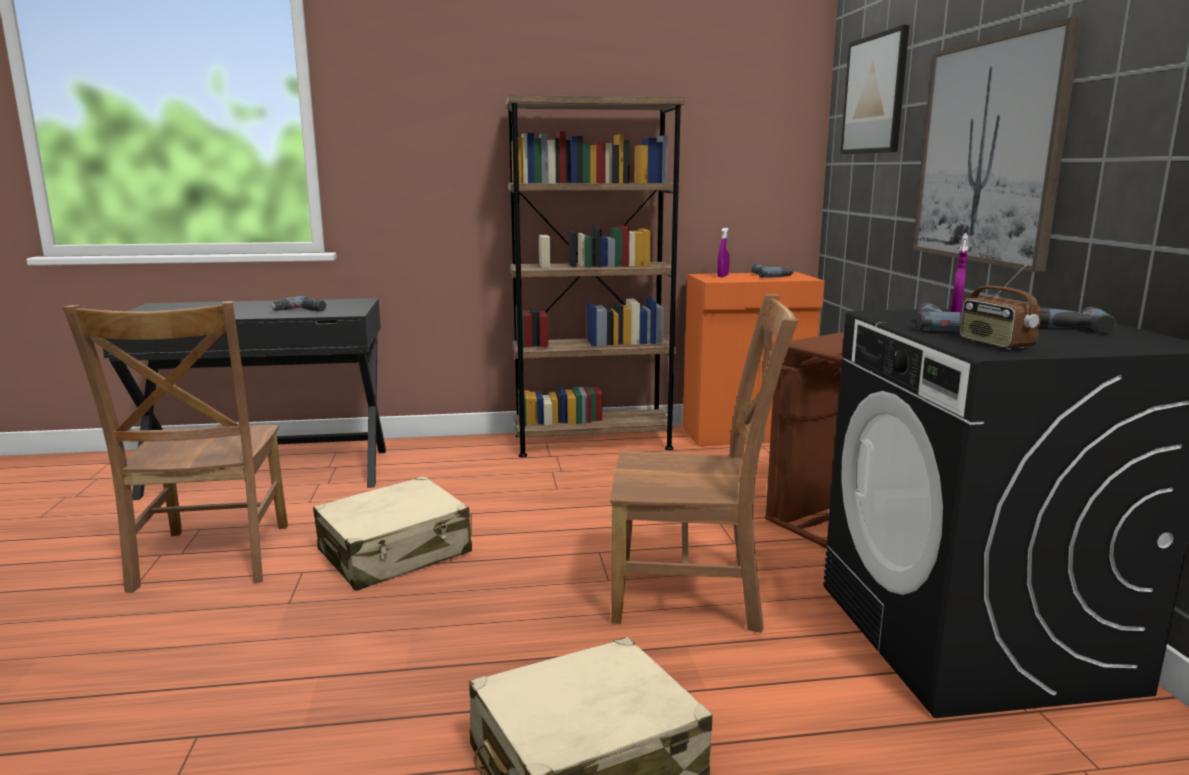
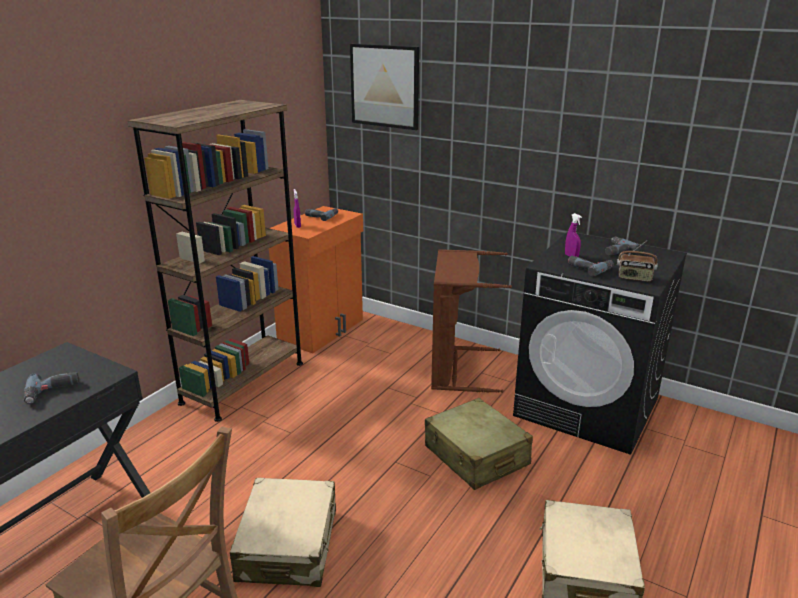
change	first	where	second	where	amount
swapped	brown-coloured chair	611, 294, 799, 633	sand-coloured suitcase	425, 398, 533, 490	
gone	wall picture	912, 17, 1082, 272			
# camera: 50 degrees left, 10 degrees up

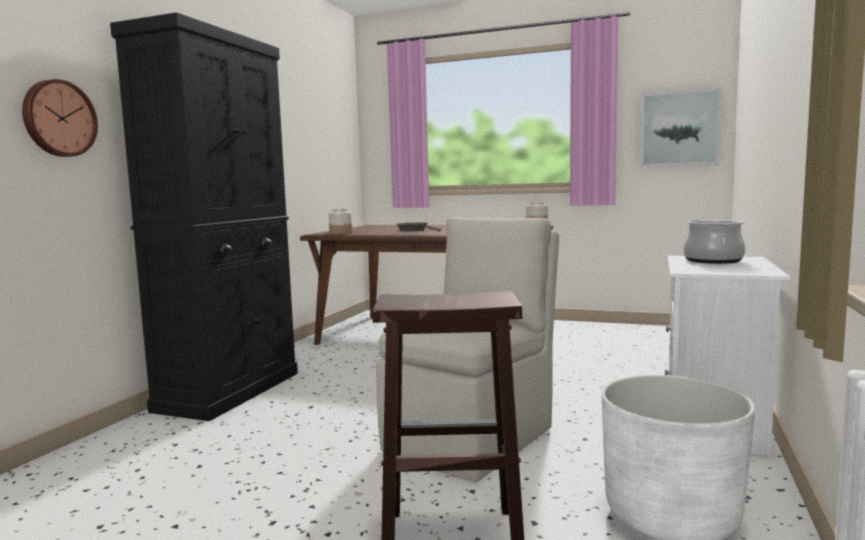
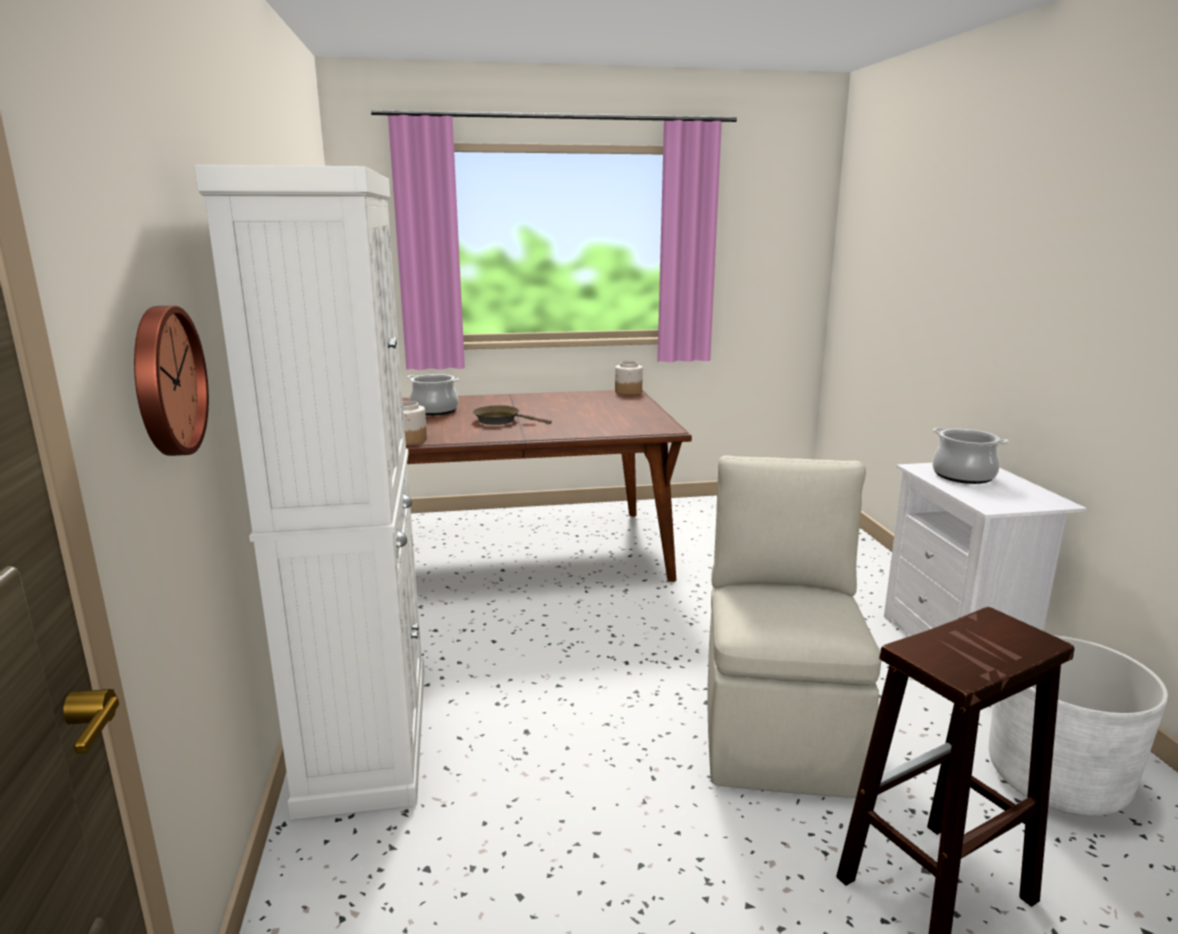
change	first	where	second	where	amount
repainted	black-coloured cupboard	110, 12, 298, 421	white-coloured cupboard	194, 165, 424, 820	
gone	wall picture	640, 88, 721, 167			
new			saucepot	407, 374, 459, 416	
# camera: 30 degrees left, 10 degrees up

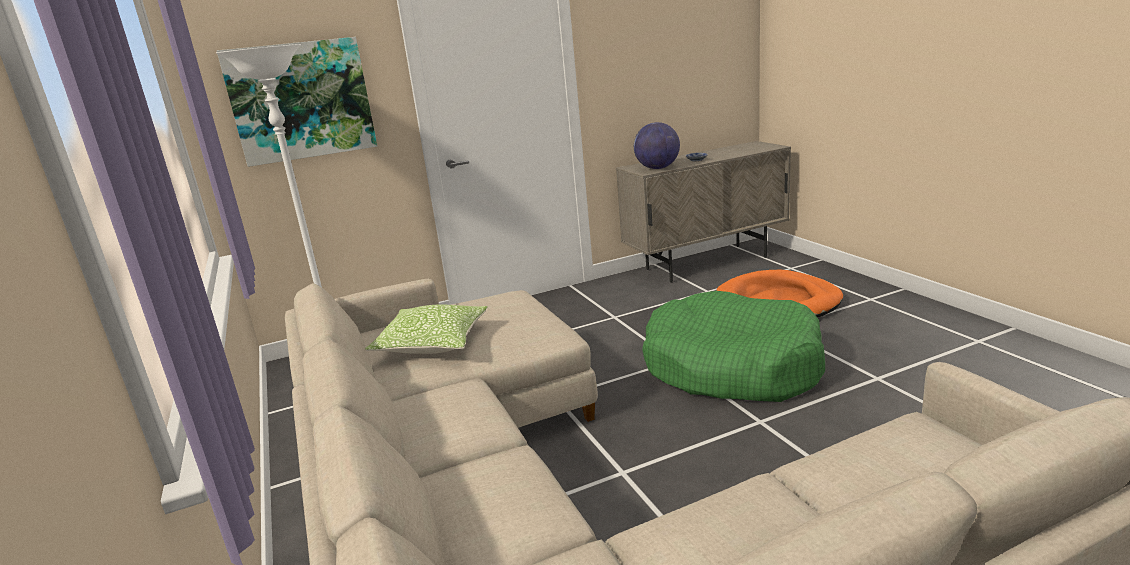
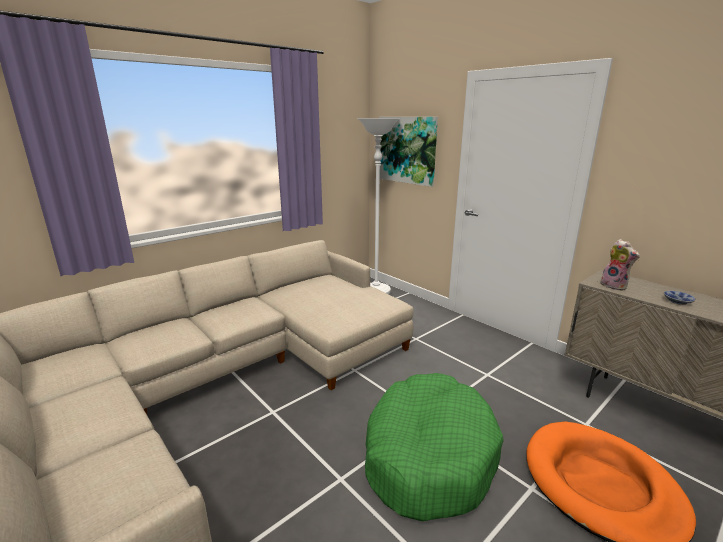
change	first	where	second	where	amount
gone	cushion	365, 305, 488, 354			
swapped	world globe	634, 122, 680, 169	cuddly toy	600, 239, 640, 290	
# camera: 70 degrees right, 0 degrees up

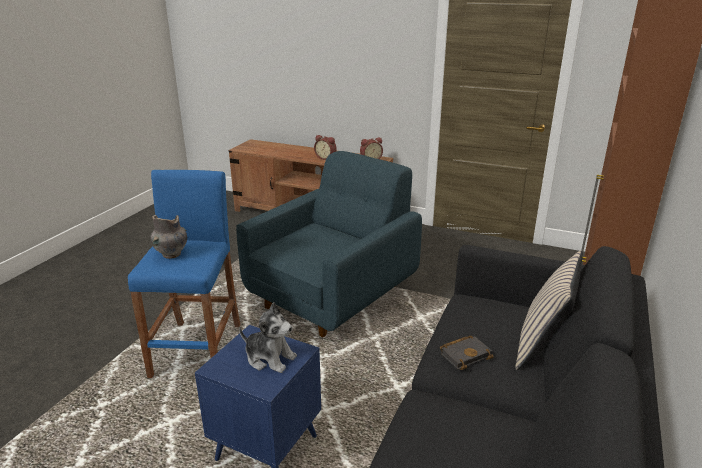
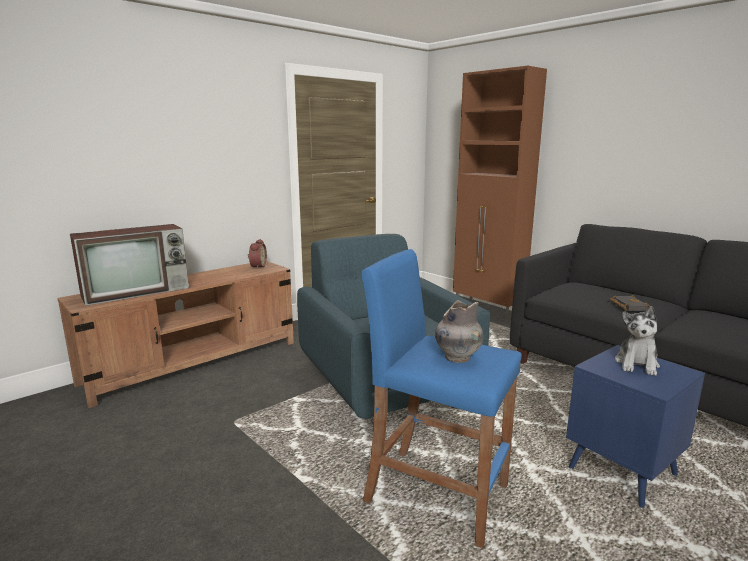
change	first	where	second	where	amount
rotated	cuddly toy	239, 302, 297, 373		615, 306, 660, 376	150 degrees clockwise
gone	table clock	314, 135, 337, 160			
gone	sand-coloured cushion	516, 250, 583, 370			
new			television	70, 224, 189, 306	
# camera: 65 degrees left, 10 degrees down

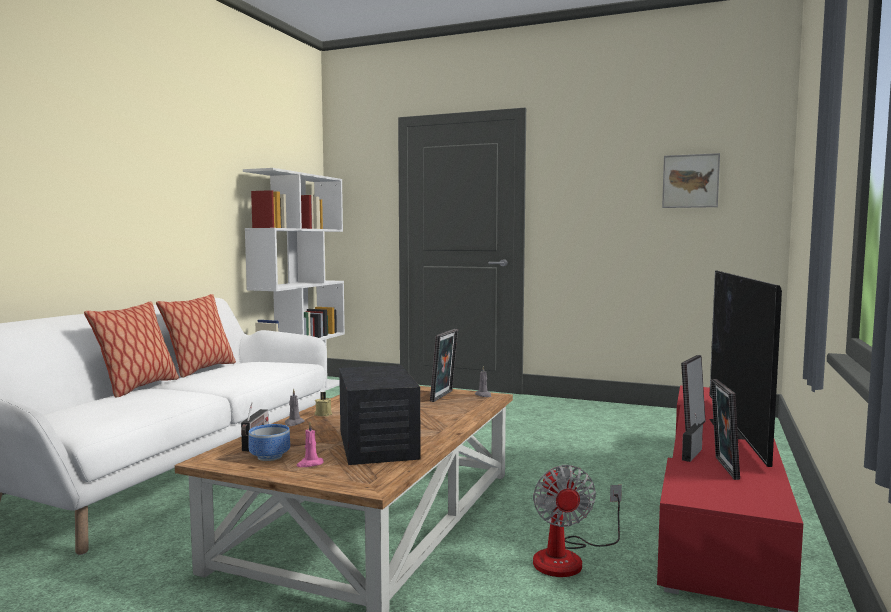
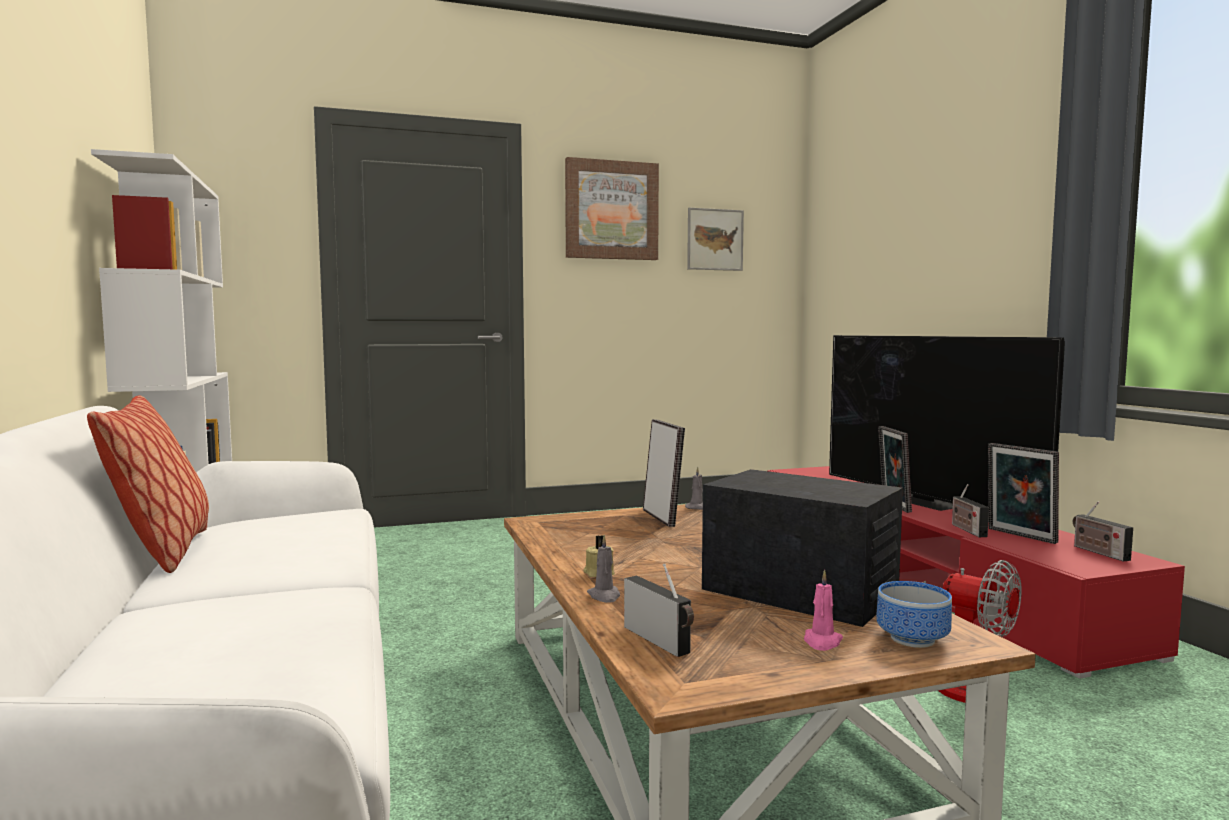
change	first	where	second	where	amount
gone	cushion	84, 301, 179, 398			
shifted	bowl	249, 424, 290, 461		876, 581, 952, 648	
new			wall picture	565, 157, 659, 260	
new			radio	1073, 502, 1133, 562	
# camera: 40 degrees left, 0 degrees up

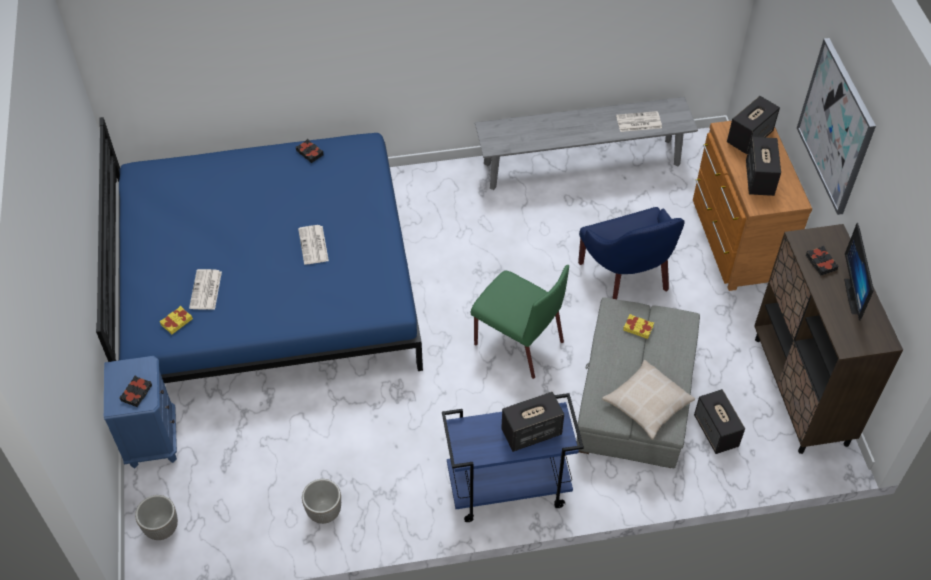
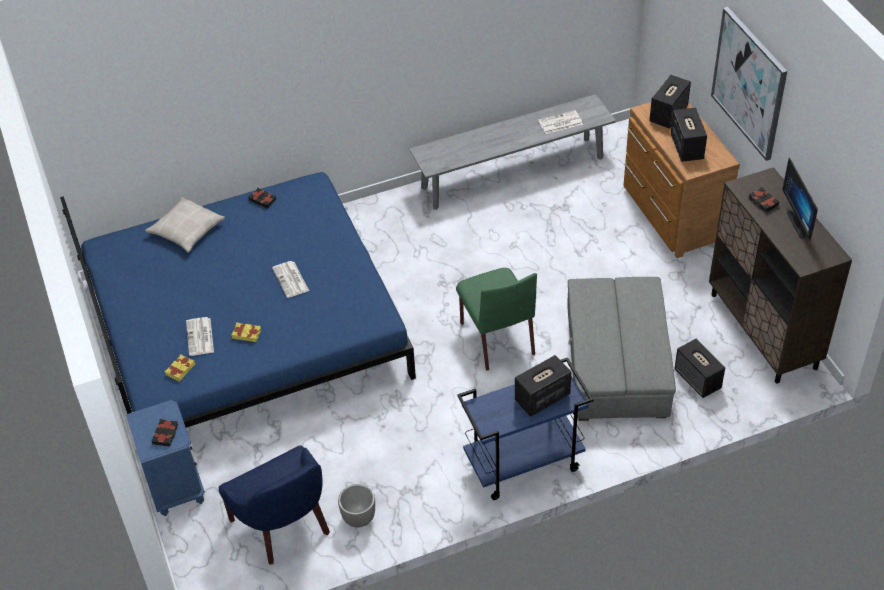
change	first	where	second	where	amount
gone	plant pot	135, 495, 178, 540			
rotated	green chair	471, 265, 569, 379		456, 268, 537, 371	45 degrees clockwise
shifted	blue lounge chair	578, 207, 684, 299		219, 445, 330, 564	
shifted	sand-coloured cushion	602, 360, 695, 440		145, 197, 225, 253	
shifted	yellow-coloured bound book	623, 314, 654, 339		231, 322, 261, 342	
# camera: 10 degrees left, 5 degrees down

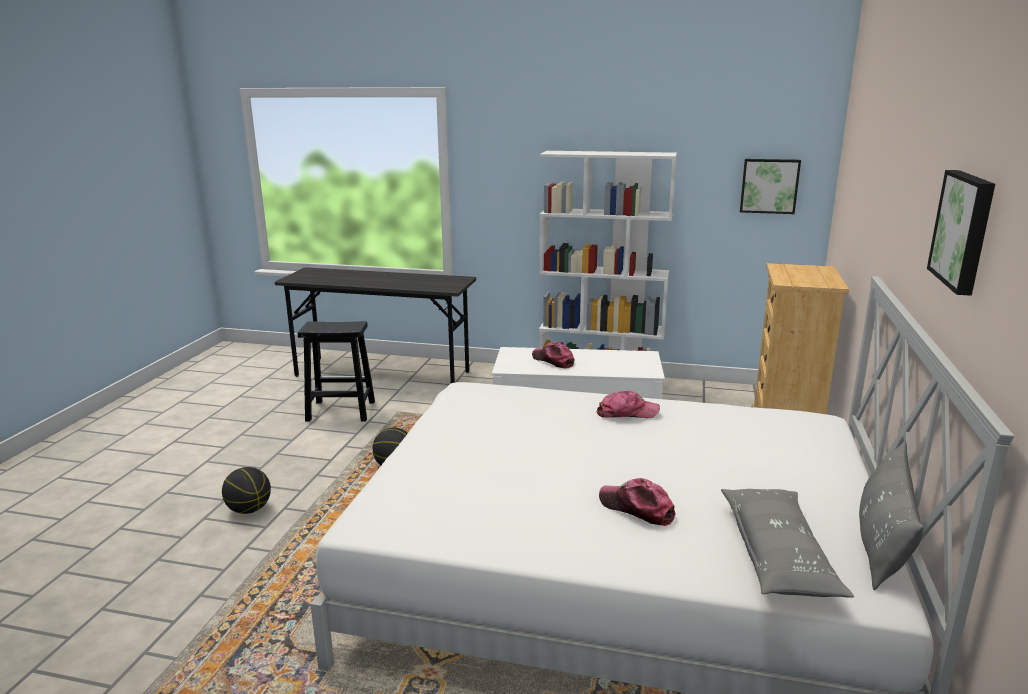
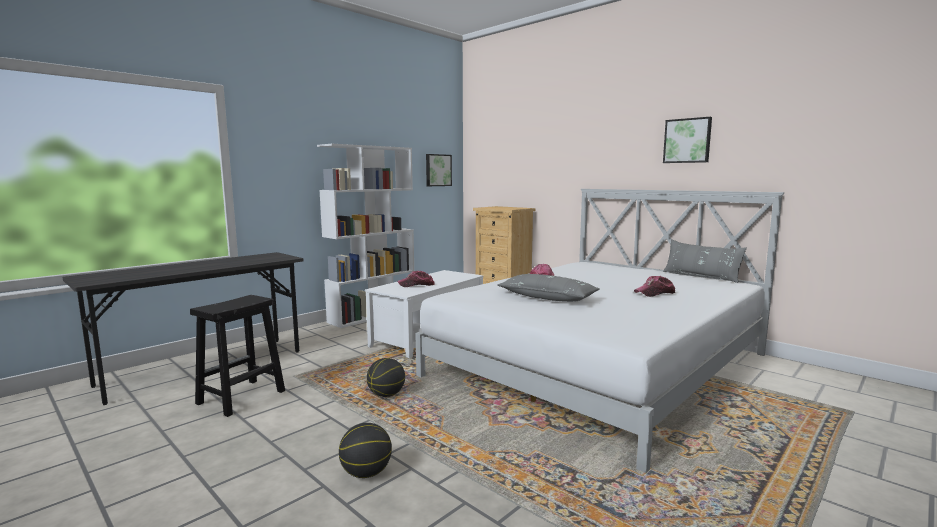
change	first	where	second	where	amount
shifted	gray cushion	721, 489, 854, 598		497, 274, 599, 302	
# camera: 60 degrees left, 10 degrees down

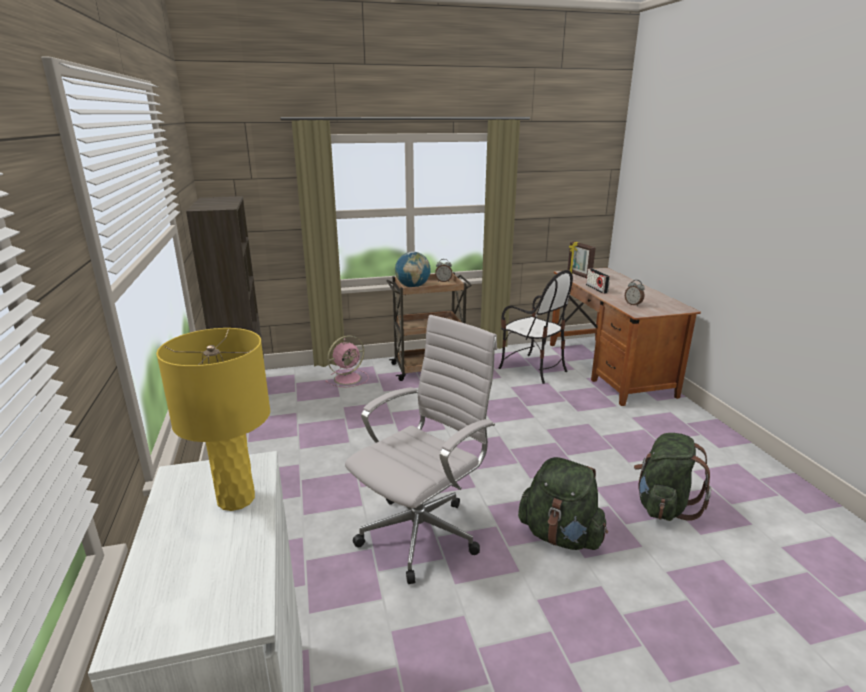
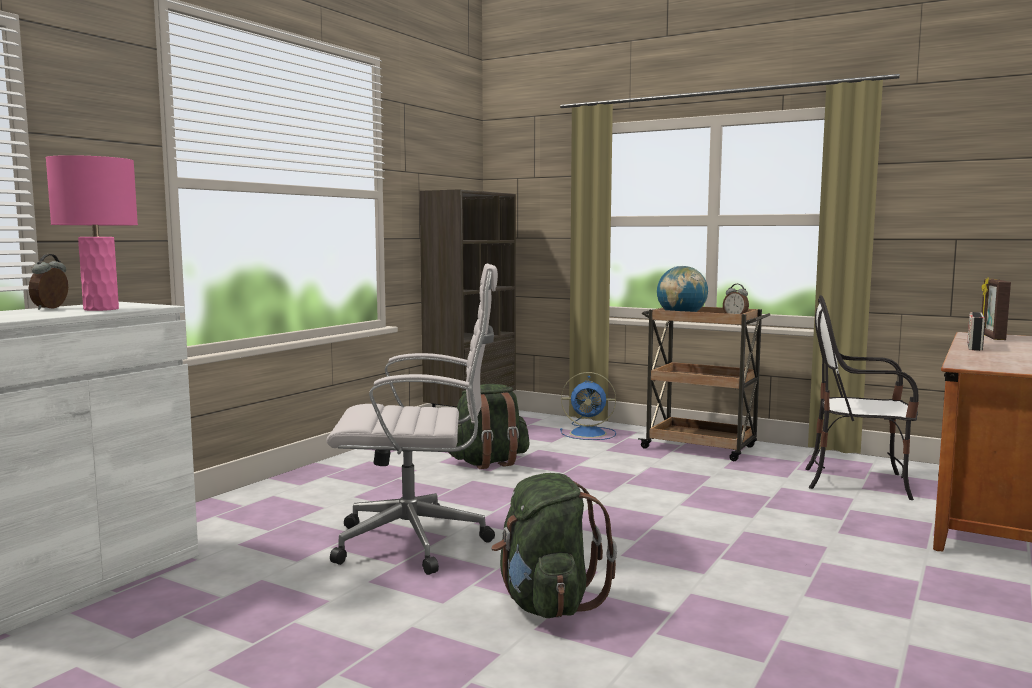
change	first	where	second	where	amount
repainted	yellow-coloured table lamp	156, 328, 270, 511	pink-coloured table lamp	46, 155, 138, 311	
repainted	pink-coloured cooling fan	325, 335, 369, 388	blue cooling fan	560, 372, 616, 440	
rotated	chair	499, 270, 573, 384		805, 295, 919, 500	105 degrees clockwise
shifted	table clock	625, 280, 645, 306		29, 254, 68, 310	
shifted	green backpack	634, 433, 712, 521		448, 384, 530, 469	
# camera: 45 degrees right, 15 degrees down

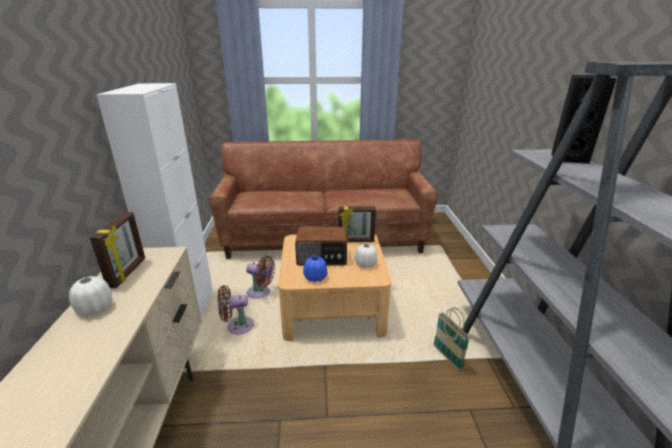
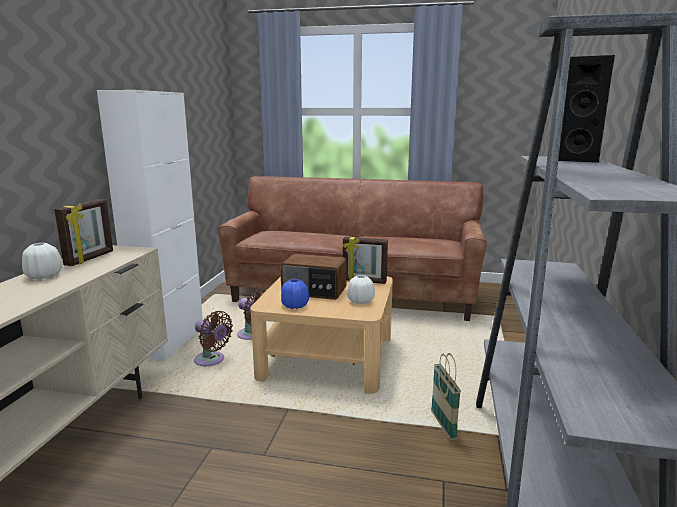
change	first	where	second	where	amount
rotated	brown-coloured cooling fan	218, 285, 254, 334		194, 311, 233, 366	150 degrees counterclockwise
# camera: 15 degrees right, 10 degrees down

